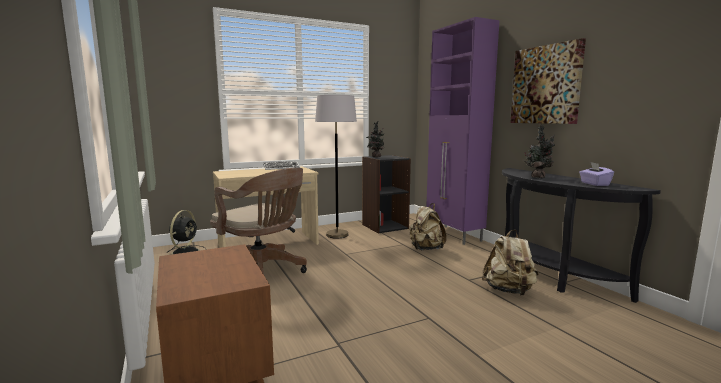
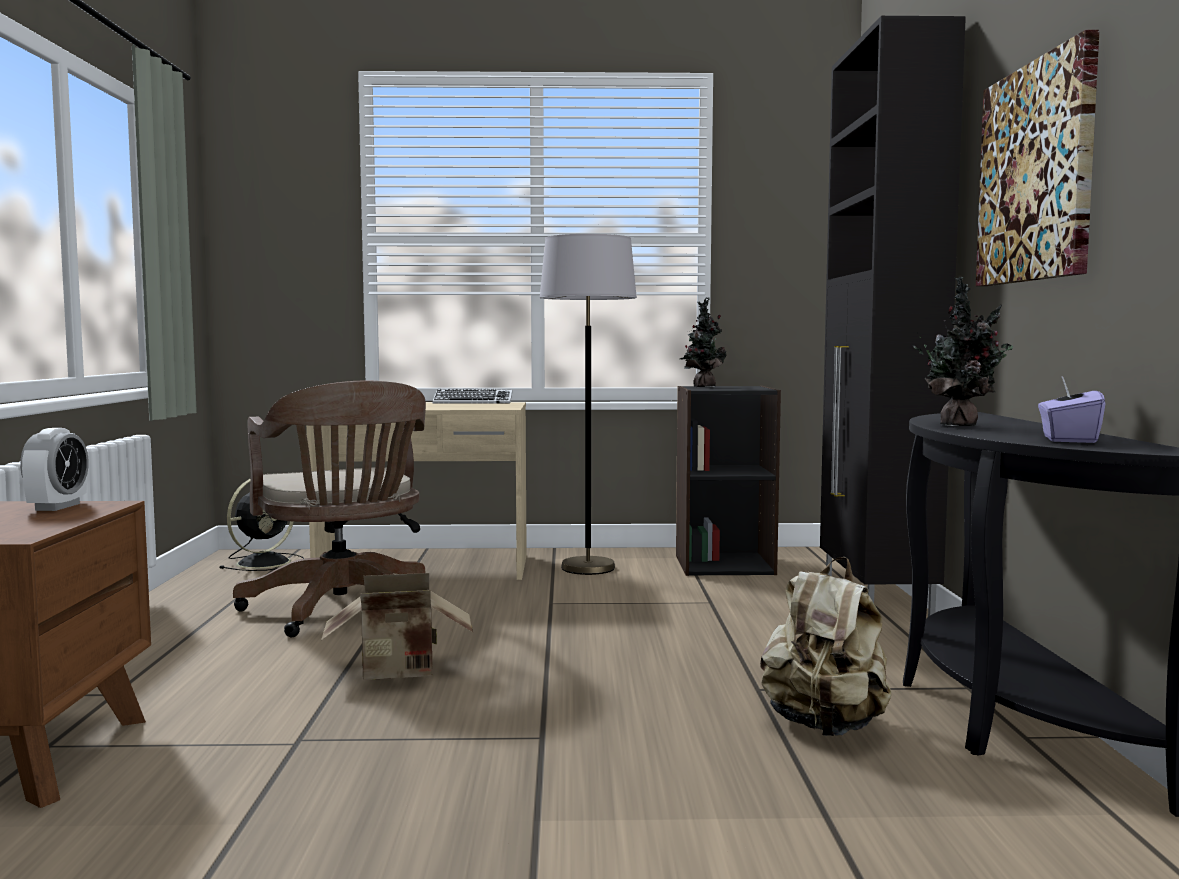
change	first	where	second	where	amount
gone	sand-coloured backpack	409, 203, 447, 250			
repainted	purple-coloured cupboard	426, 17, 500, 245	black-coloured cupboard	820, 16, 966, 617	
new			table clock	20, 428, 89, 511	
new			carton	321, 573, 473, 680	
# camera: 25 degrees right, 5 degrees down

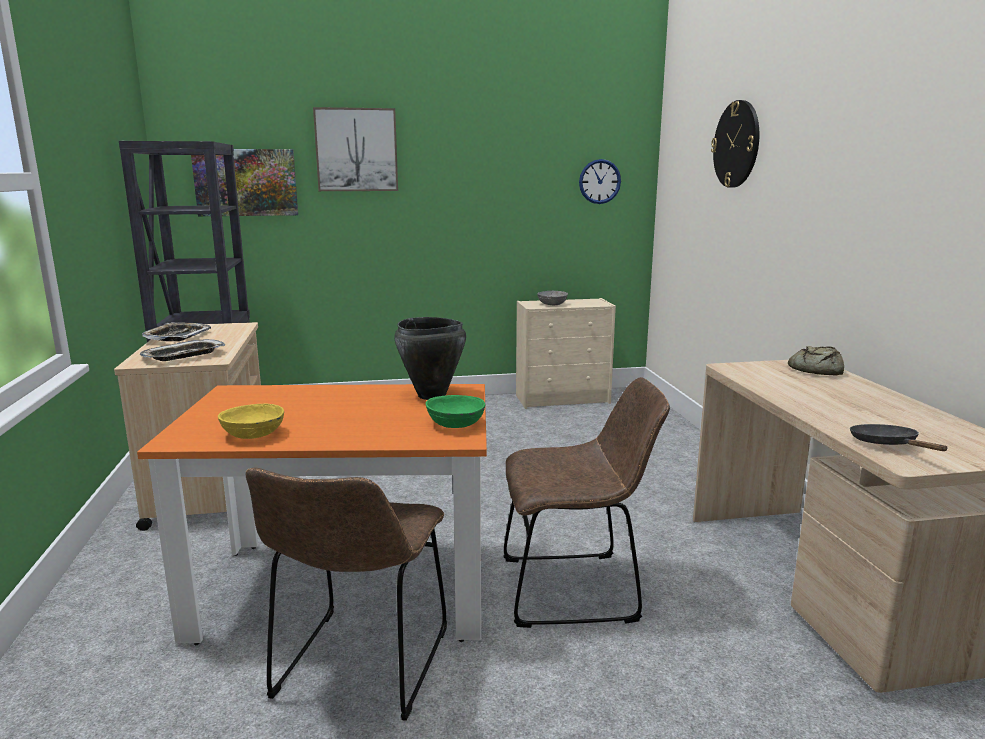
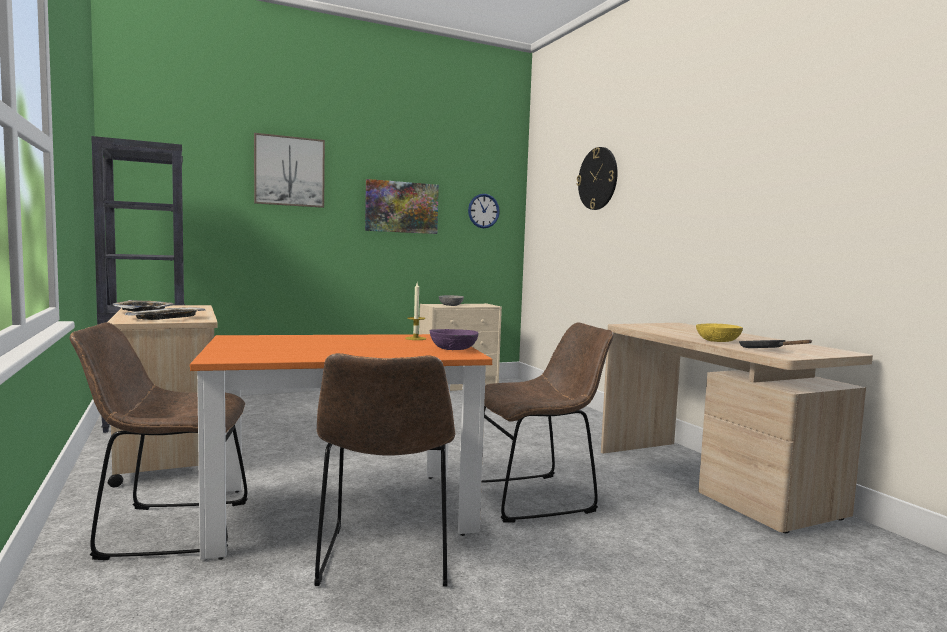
change	first	where	second	where	amount
shifted	wall picture	191, 149, 298, 216		365, 179, 439, 234	
shifted	yellow-coloured bowl	218, 404, 284, 439		696, 323, 743, 342	
swapped	black-coloured saucepot	394, 317, 466, 400	wax light	405, 283, 426, 340	
repainted	green bowl	426, 395, 485, 428	purple-coloured bowl	430, 329, 479, 350	
gone	bread	788, 346, 844, 376			
new			brown-coloured chair	69, 322, 248, 560	
# camera: 15 degrees left, 10 degrees down

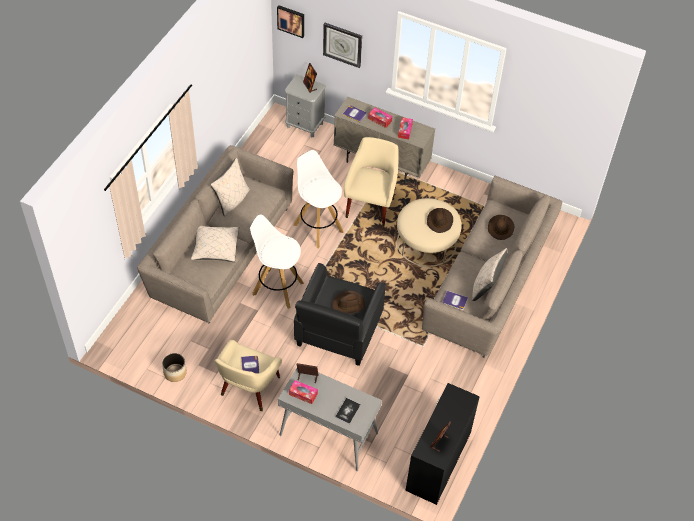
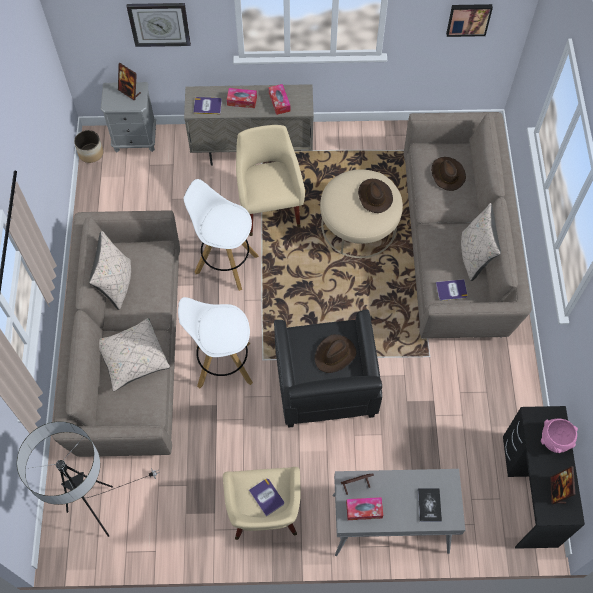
change	first	where	second	where	amount
shifted	plant pot	162, 353, 187, 382		74, 130, 103, 163	
shifted	wall picture	277, 5, 304, 38		446, 4, 493, 37	
new			floor lamp	17, 421, 160, 537	
new			pink-coloured bowl	541, 419, 578, 453	
# camera: 25 degrees left, 10 degrees up

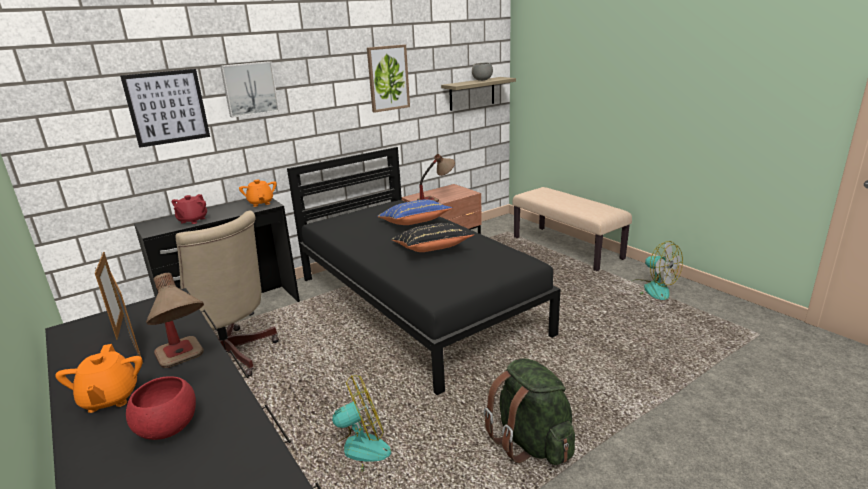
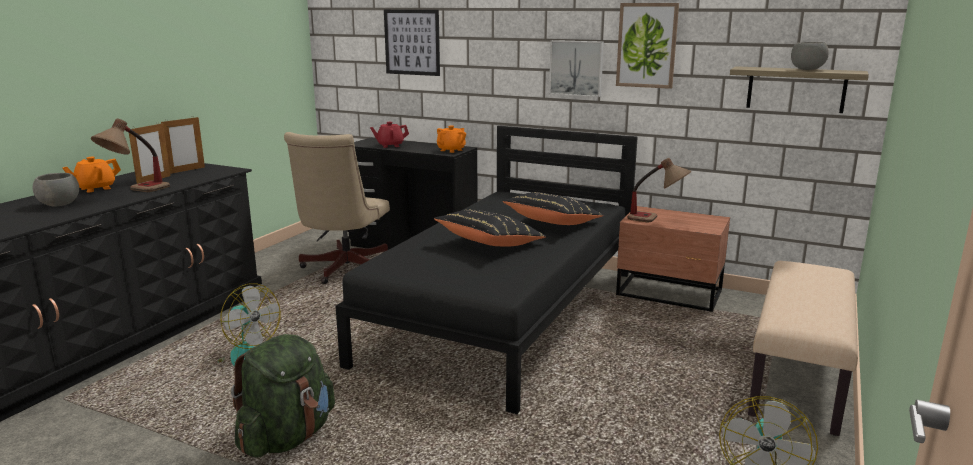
change	first	where	second	where	amount
repainted	reddish bowl	126, 376, 196, 440	gray bowl	33, 173, 79, 207	
shifted	wall picture	220, 61, 279, 118		549, 40, 604, 97	
repainted	blue cushion	377, 200, 452, 225	black-coloured cushion	502, 192, 603, 225	
# camera: 60 degrees right, 5 degrees down

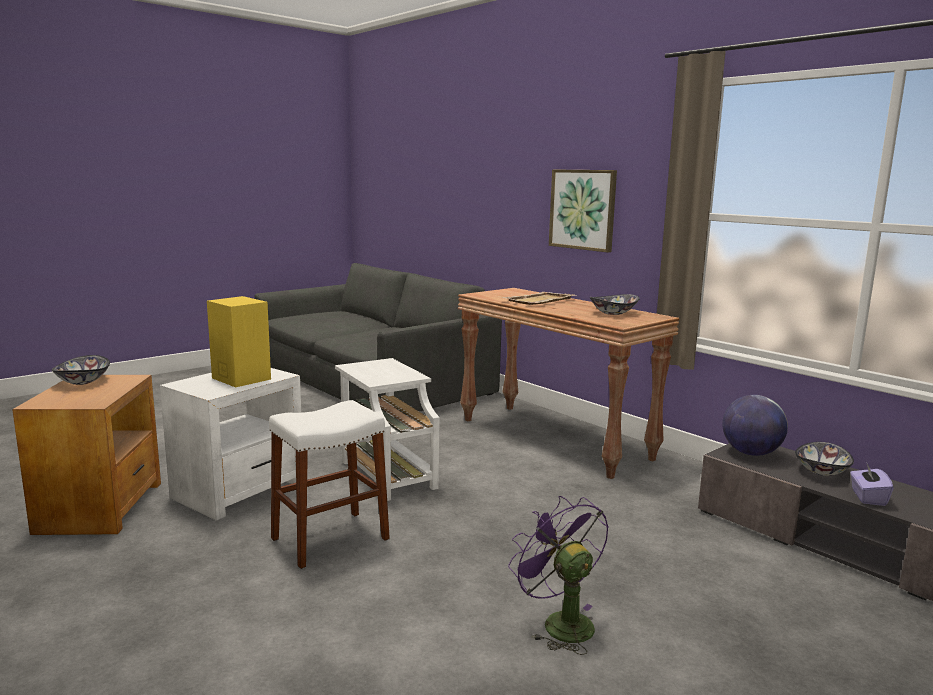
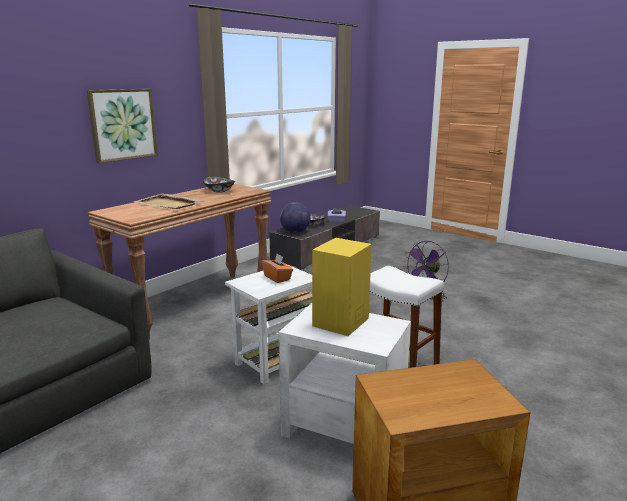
change	first	where	second	where	amount
gone	bowl	52, 355, 110, 385			
new			orange-coloured box of tissues	262, 254, 293, 283	
# camera: 100 degrees left, 5 degrees up

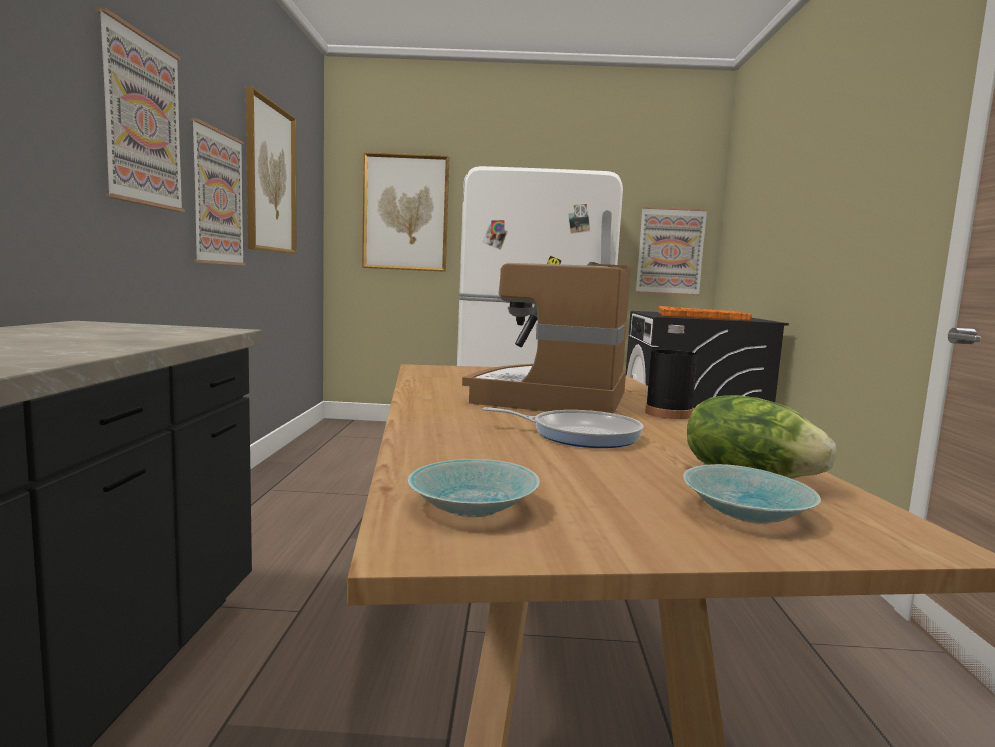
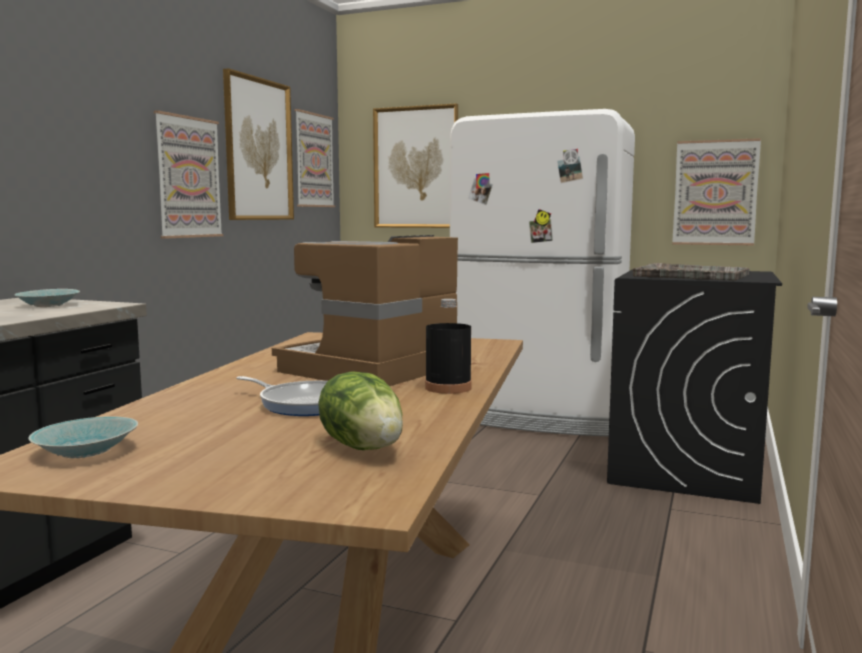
change	first	where	second	where	amount
shifted	wall picture	97, 7, 185, 212		294, 109, 335, 207	
repainted	orange-coloured carrying tray	658, 306, 752, 321	gray carrying tray	632, 263, 750, 281	
shifted	blue-green bowl	683, 464, 821, 524		15, 289, 80, 307	
# camera: 20 degrees right, 0 degrees up

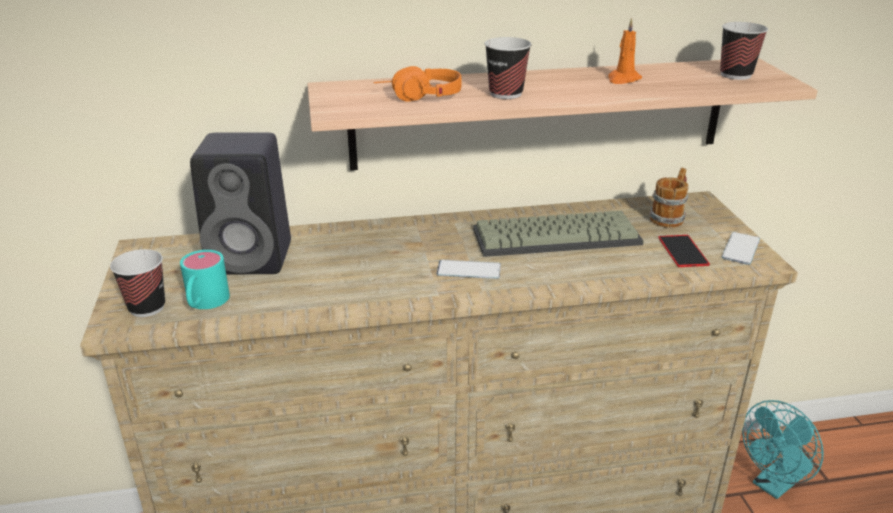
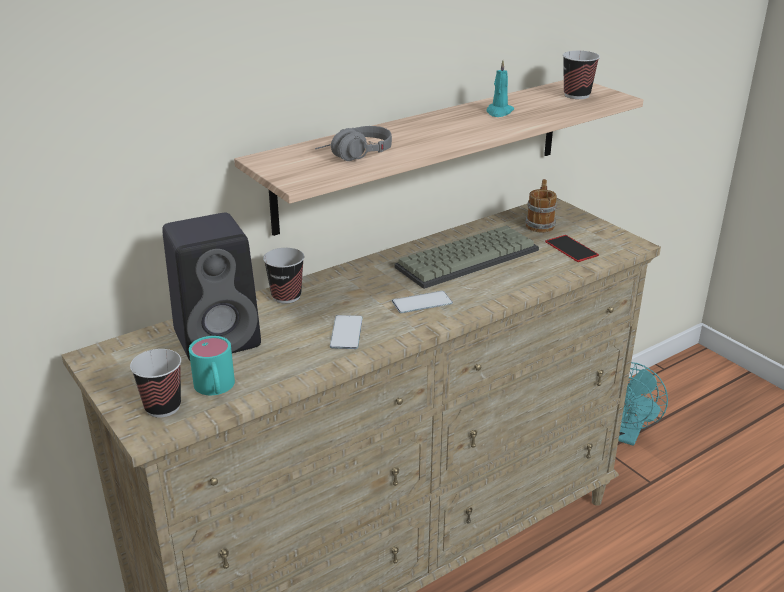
change	first	where	second	where	amount
repainted	orange-coloured pair of headphones	374, 66, 462, 102	gray pair of headphones	315, 126, 392, 161	
shifted	small cup	484, 37, 532, 99		263, 248, 304, 304	
repainted	orange-coloured wax light	608, 18, 642, 84	blue-green wax light	486, 60, 514, 117	
shifted	phone	722, 232, 760, 265		330, 315, 363, 349	
# camera: 25 degrees left, 0 degrees up

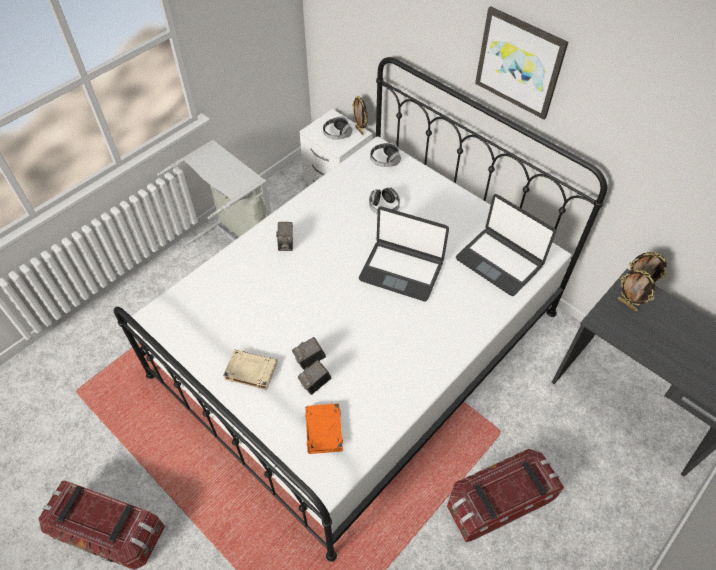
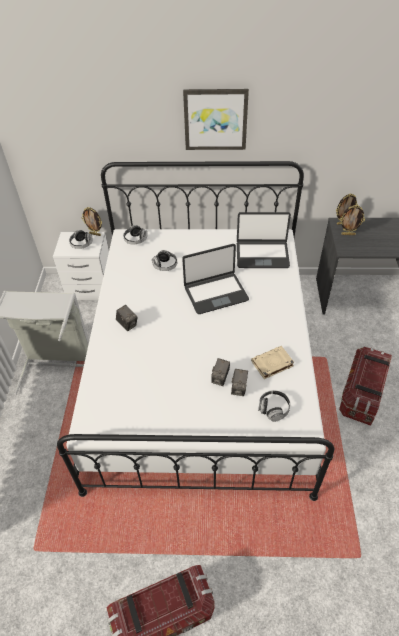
change	first	where	second	where	amount
shifted	sand-coloured bound book	223, 350, 277, 390		251, 346, 295, 379	
swapped	orange-coloured bound book	305, 403, 343, 454	pair of headphones	258, 390, 290, 422	
# camera: 40 degrees left, 5 degrees down

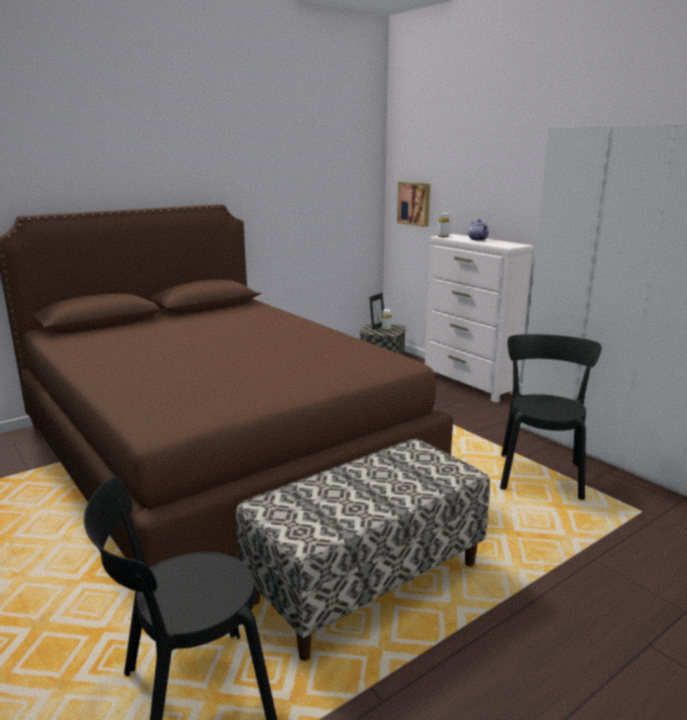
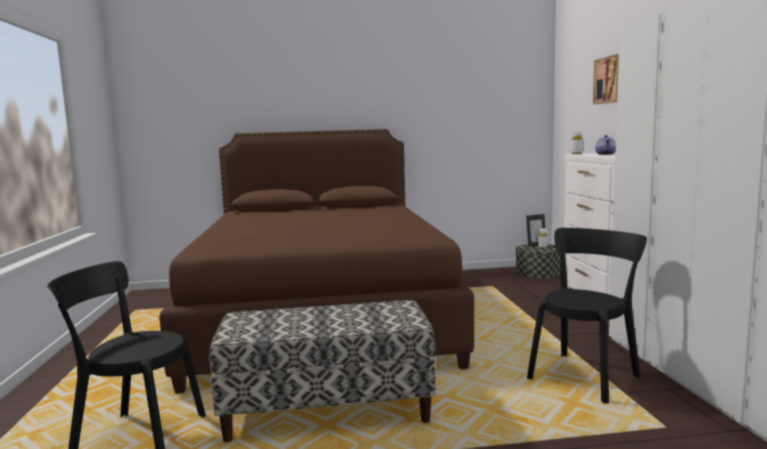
change	first	where	second	where	amount
shifted	wall picture	397, 182, 430, 227		593, 54, 619, 104	
# camera: 30 degrees right, 10 degrees down

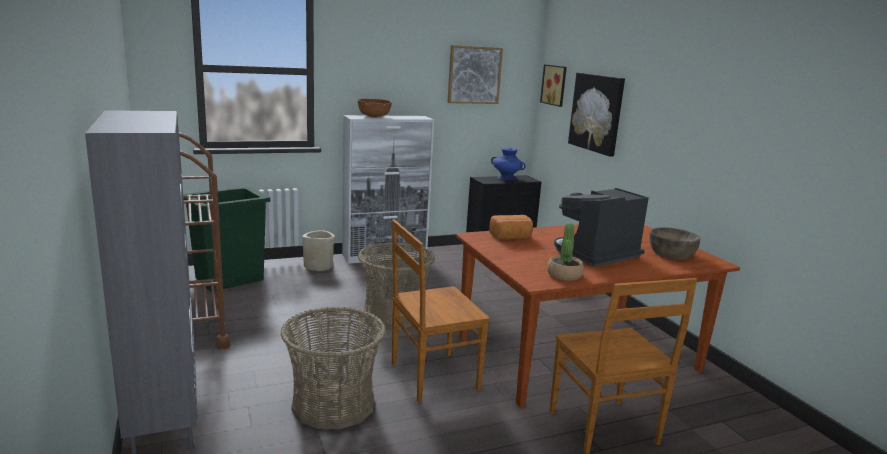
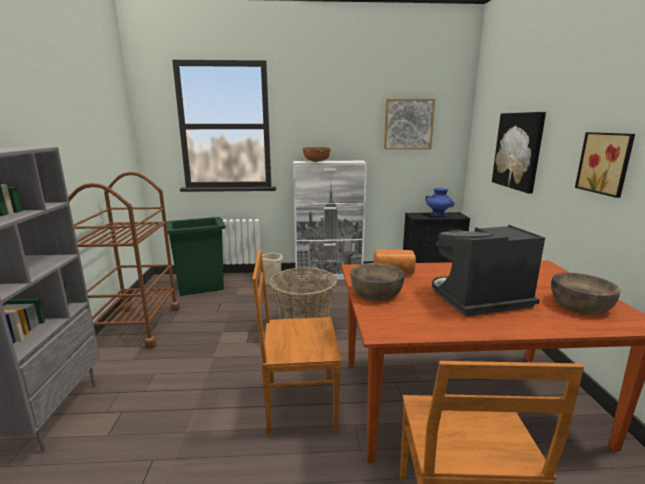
change	first	where	second	where	amount
gone	basket	281, 306, 386, 429			
shifted	wall picture	540, 64, 567, 107		575, 132, 635, 198	
gone	houseplant	547, 223, 584, 281			
new			brown-coloured bowl	351, 263, 405, 301	
# camera: 20 degrees right, 0 degrees up

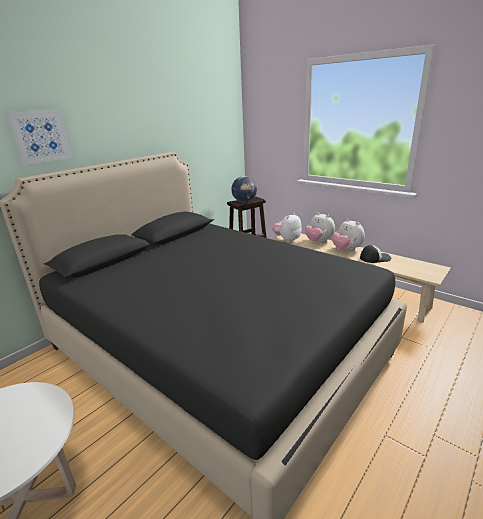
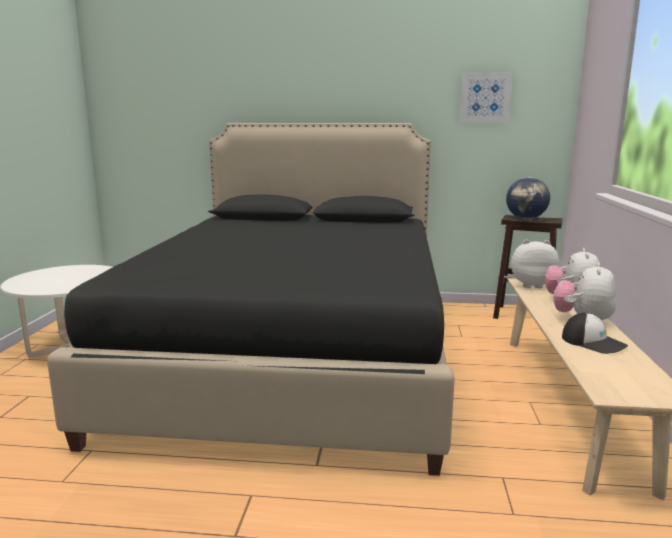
change	first	where	second	where	amount
shifted	wall picture	6, 109, 72, 165		460, 72, 513, 122	
# camera: 55 degrees right, 10 degrees down

